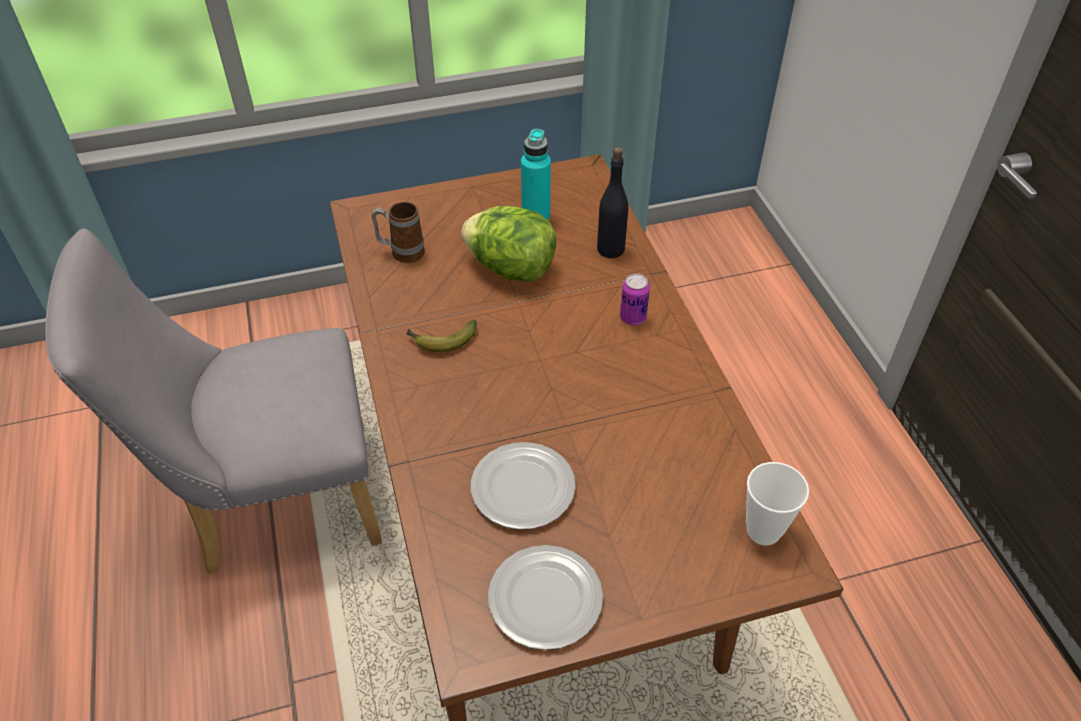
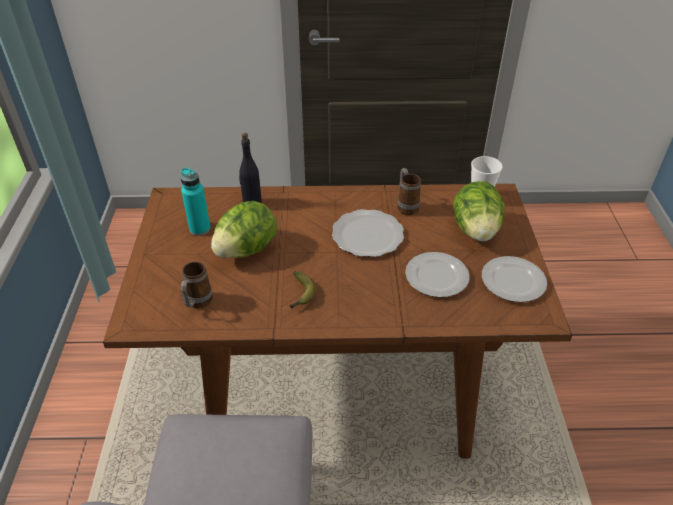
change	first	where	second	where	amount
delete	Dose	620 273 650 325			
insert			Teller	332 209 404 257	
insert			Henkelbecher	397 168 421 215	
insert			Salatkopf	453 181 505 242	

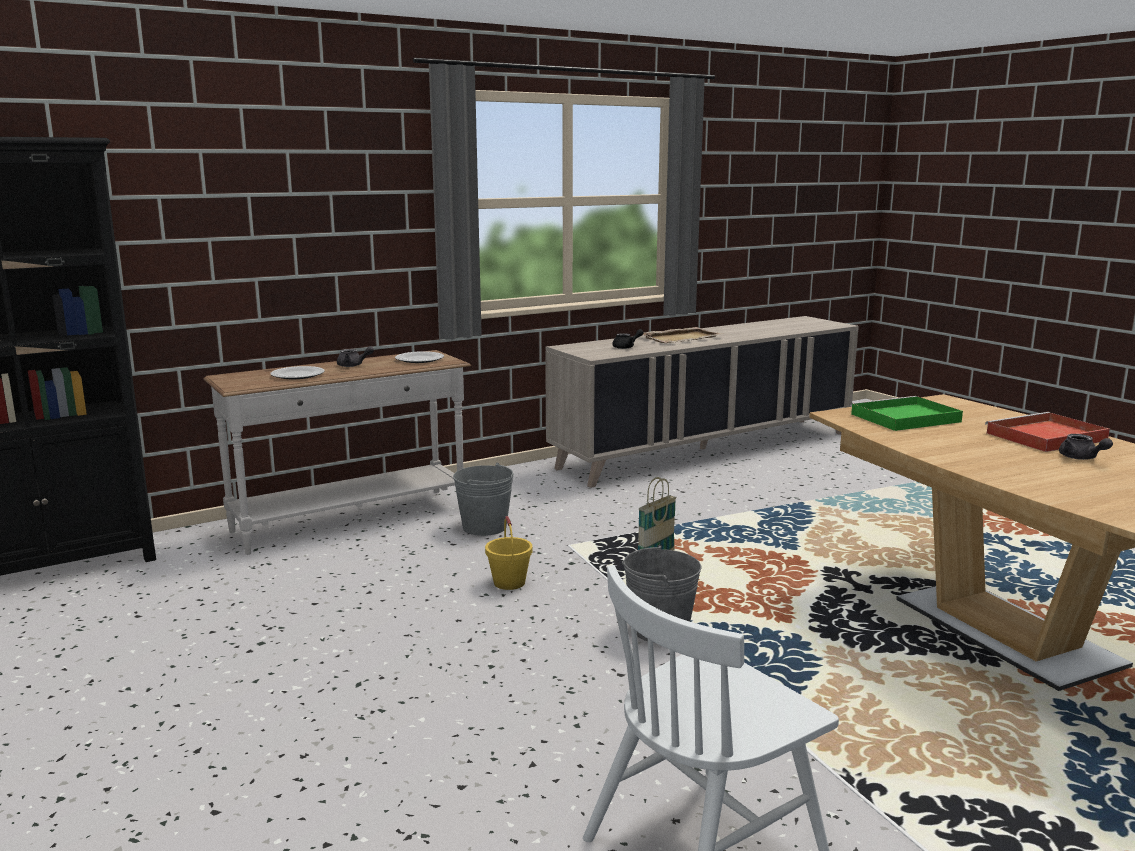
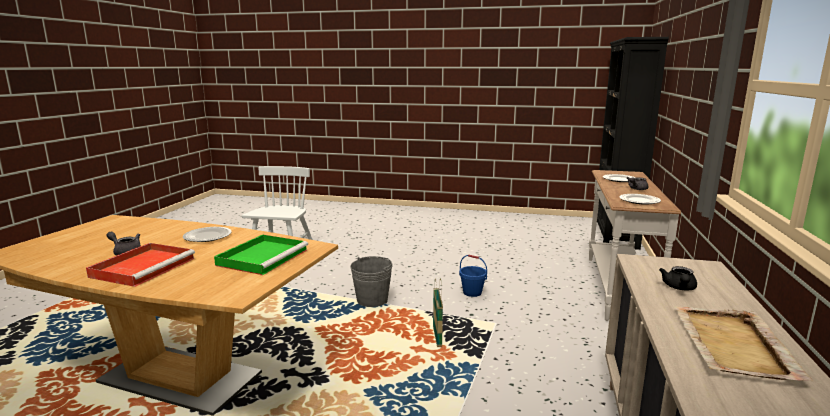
change	first	where	second	where	amount
delete	Eimer (grau)	453 463 514 536			
insert			Teller	183 227 232 242	
recolor	Eimer (gelb)	485 516 533 590	Eimer (blau)	459 255 487 297	

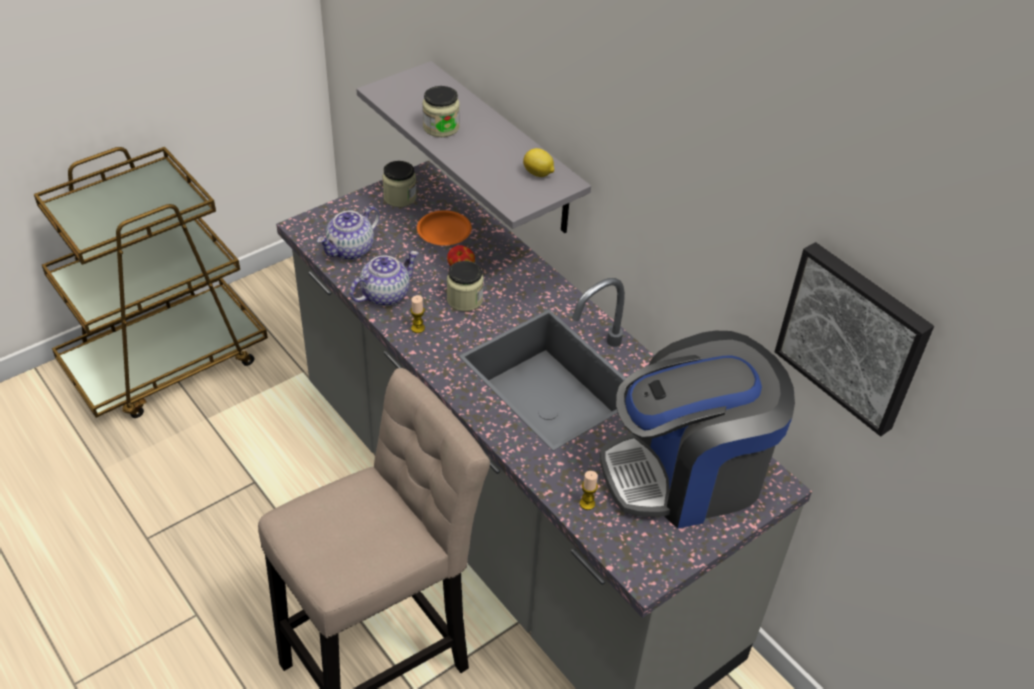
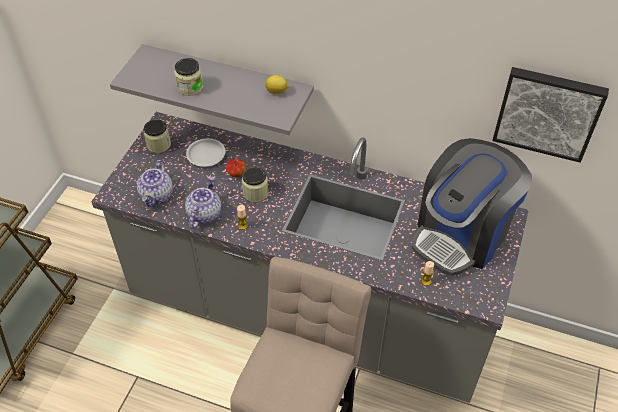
change	first	where	second	where	amount
recolor	Teller (orange)	417 210 472 246	Teller (weiß)	186 138 225 167	

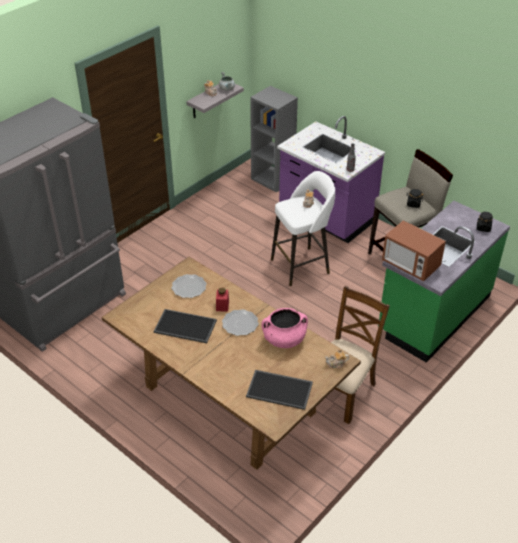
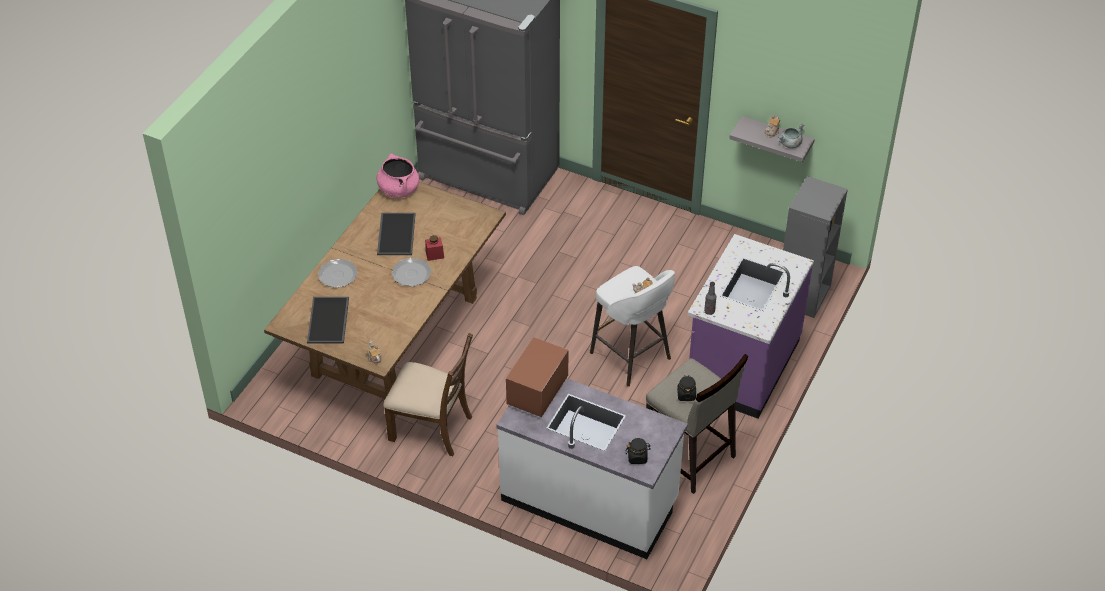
change	first	where	second	where	amount
move	Teller	172 274 207 298		318 259 358 288	
move	Kochtopf (rosa)	261 308 308 348		377 153 419 198	
recolor	Küchenzeile (grün)	378 201 510 363	Küchenzeile (weiß)	497 378 688 559	

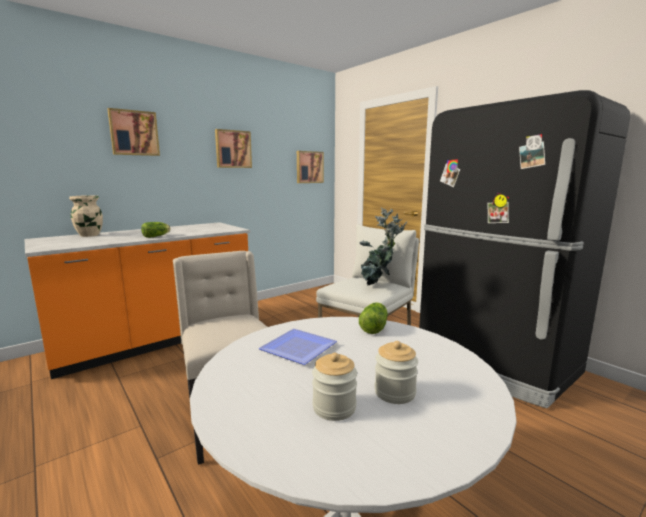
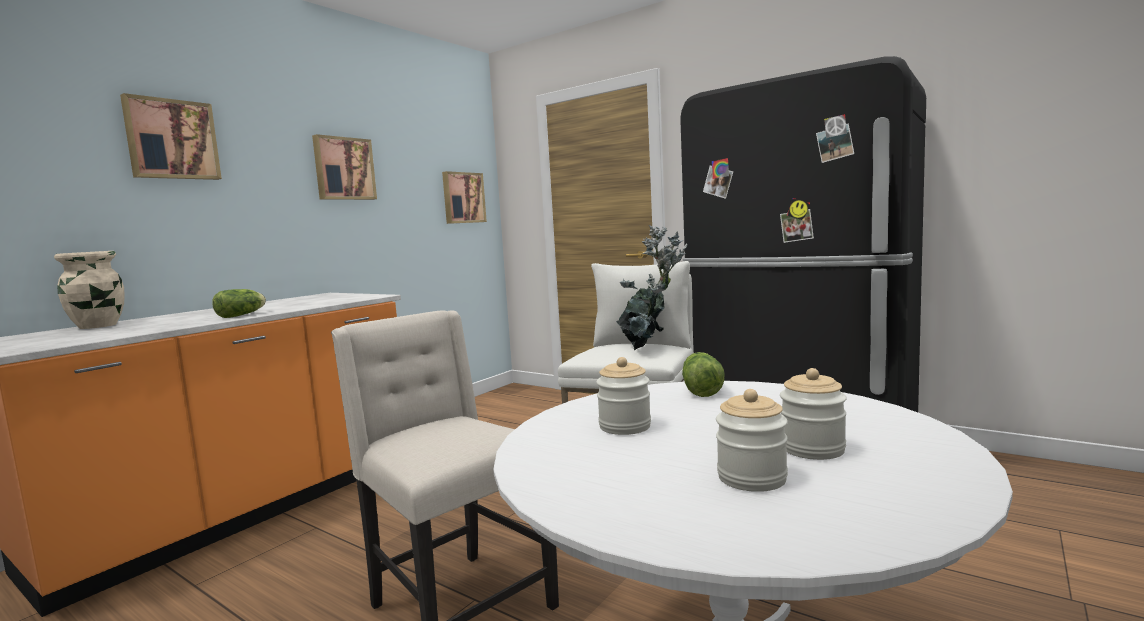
change	first	where	second	where	amount
replace	Teller	258 329 337 365	Vorratsglas	596 357 651 435	

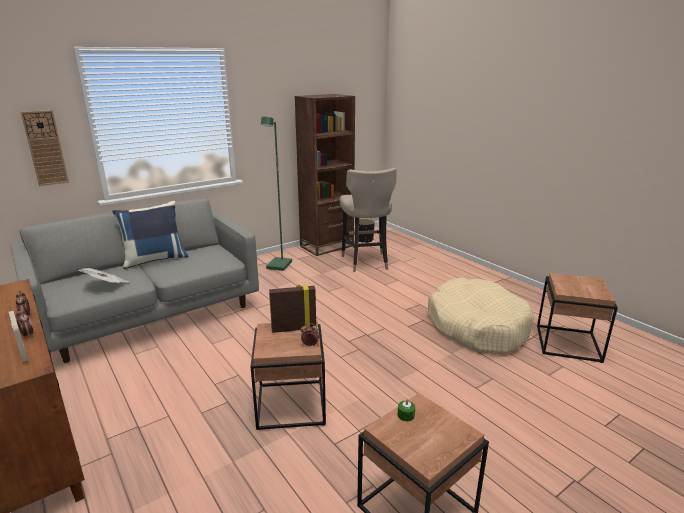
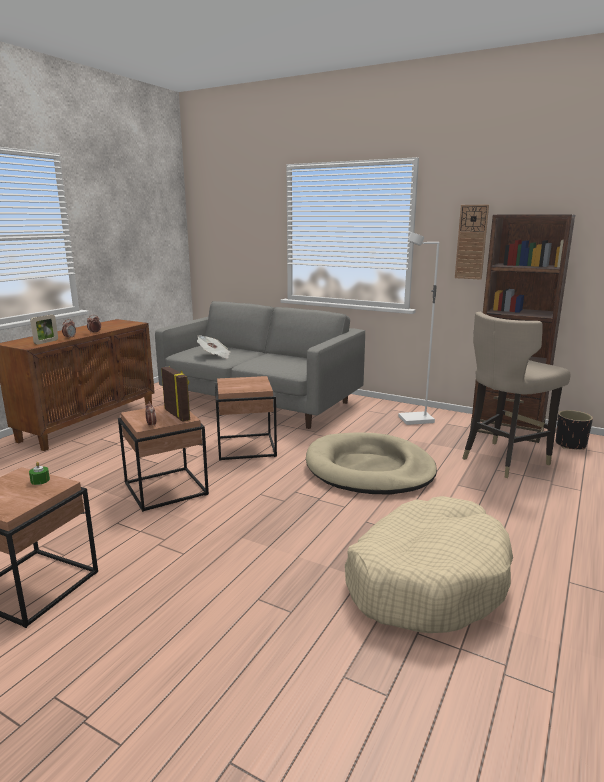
change	first	where	second	where	amount
delete	Kissen (blau)	112 201 188 269			
insert			Hundebett (beige)	306 432 437 495	
move	Wanduhr	21 110 69 186		455 205 489 280	
move	Beistelltisch (braun)	537 273 618 363		215 376 277 461	
recolor	Stehlampe (grün)	261 117 292 271	Stehlampe (weiß)	398 232 439 425	

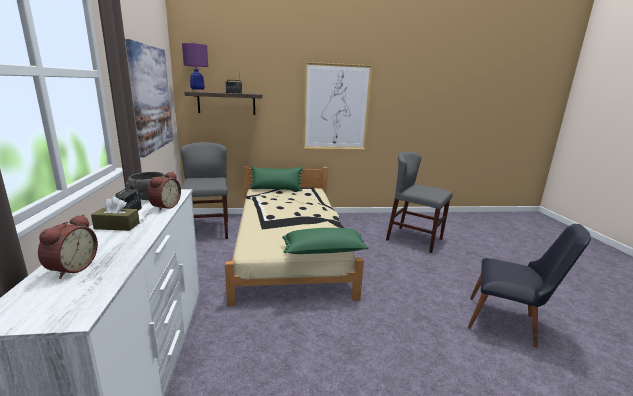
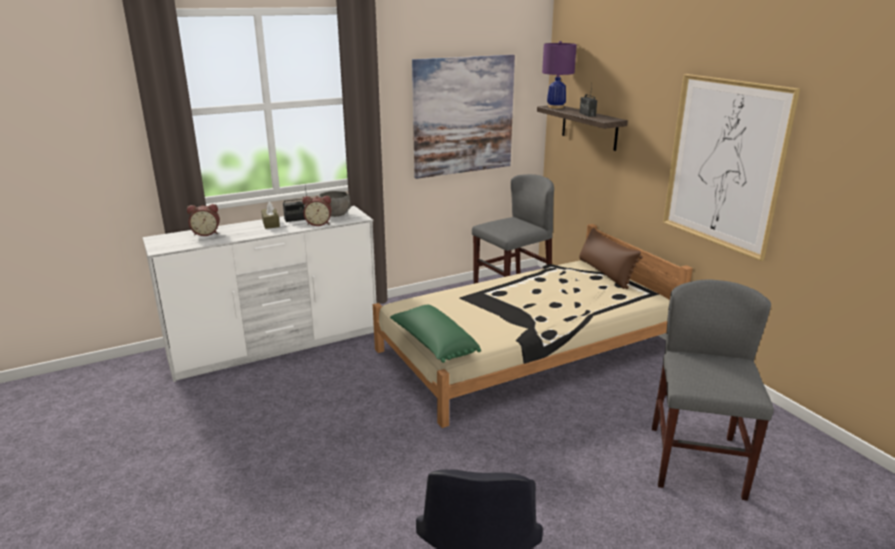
change	first	where	second	where	amount
recolor	Kissen (grün)	249 166 304 191	Kissen (braun)	579 227 643 289	

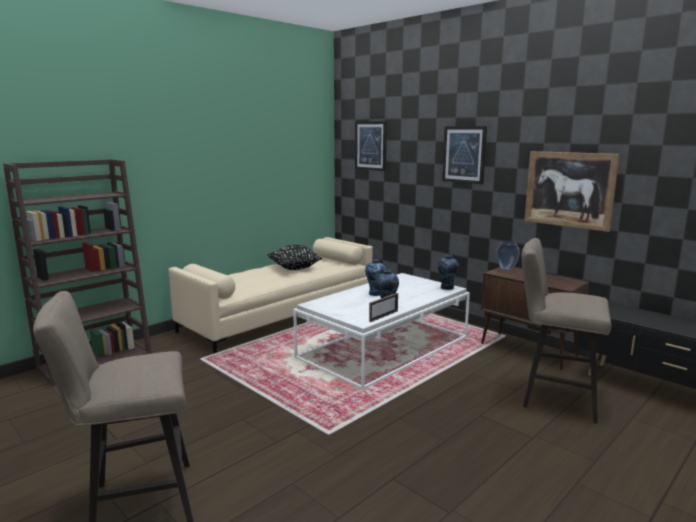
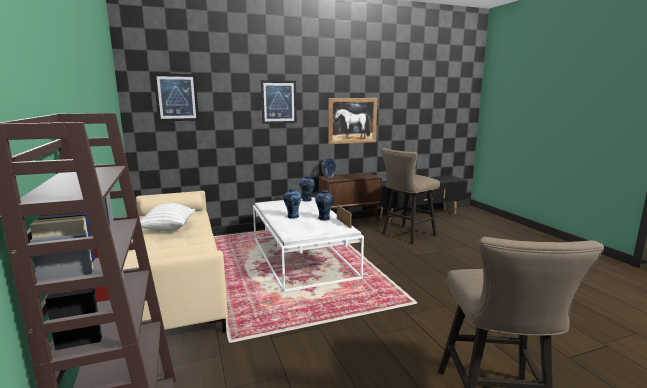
change	first	where	second	where	amount
recolor	Kissen (schwarz)	267 245 322 270	Kissen (weiß)	140 203 195 231	

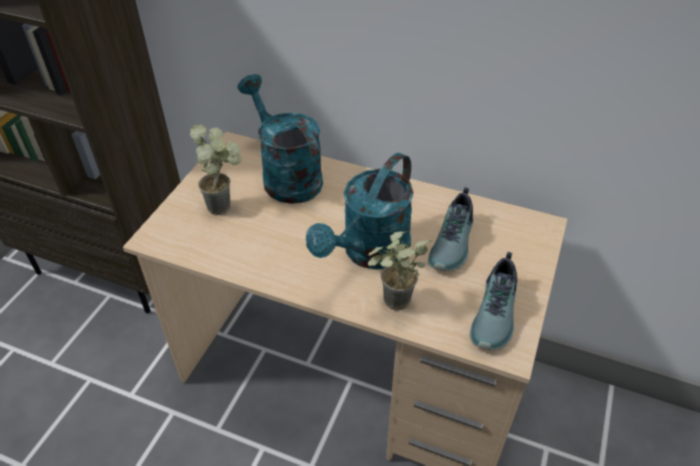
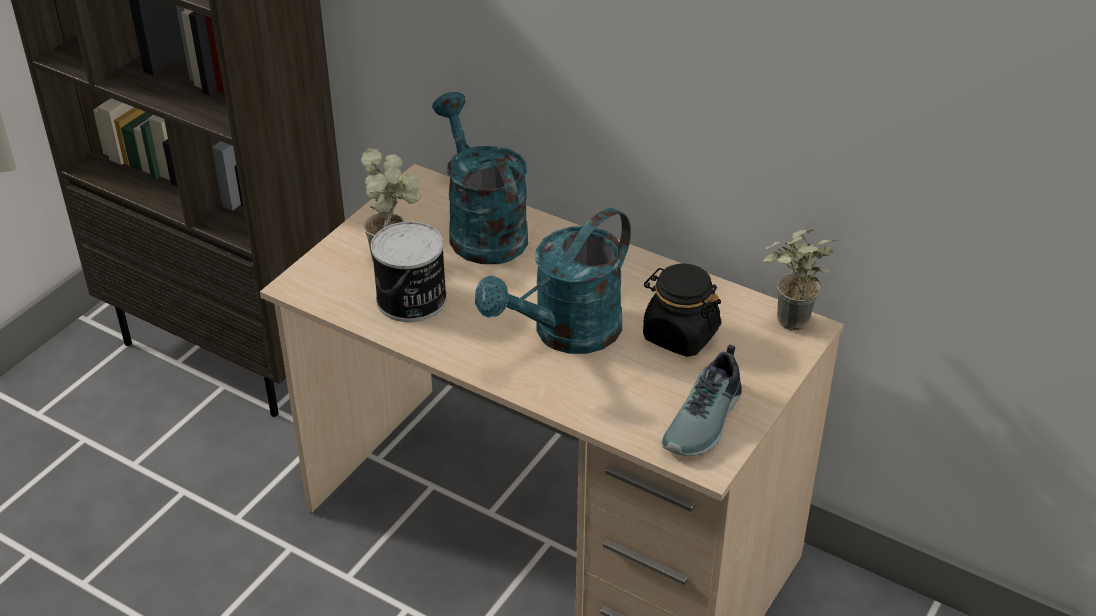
change	first	where	second	where	amount
insert			Dose	371 222 447 322	
move	Topfpflanze	367 231 433 311		763 230 840 331	
replace	Schuh	428 187 473 271	Vorratsglas (schwarz)	643 263 722 357	

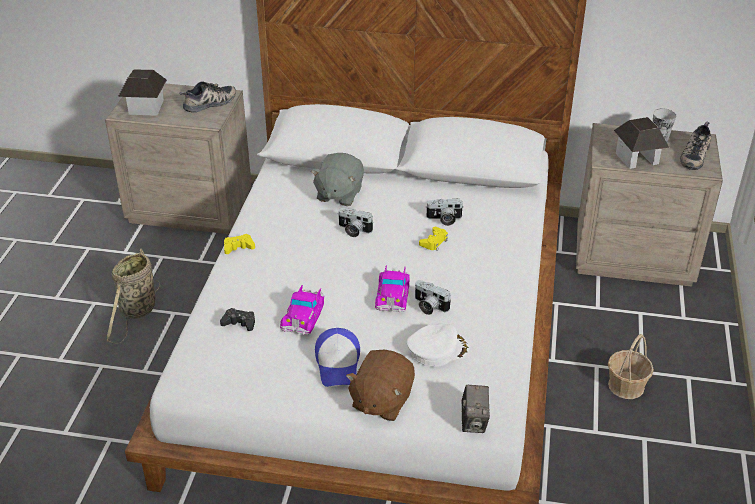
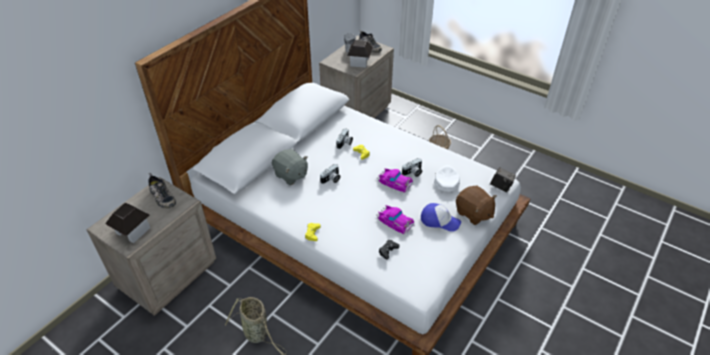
change	first	where	second	where	amount
rotate	Schuh	179 81 236 112		148 173 176 209	150 degrees clockwise

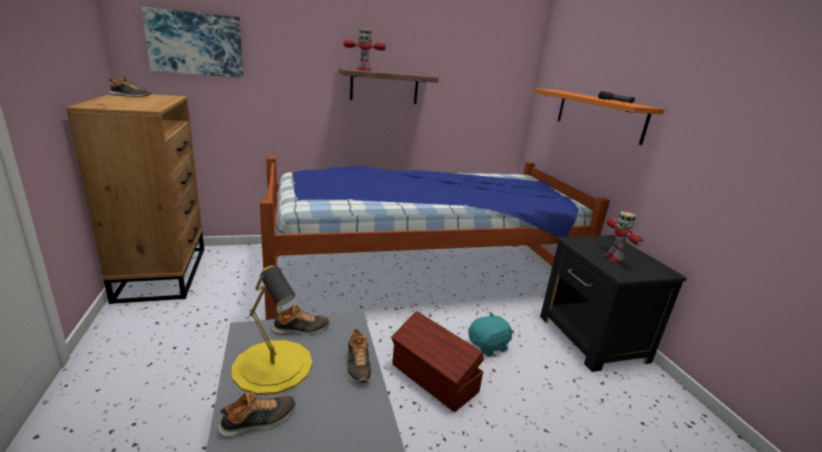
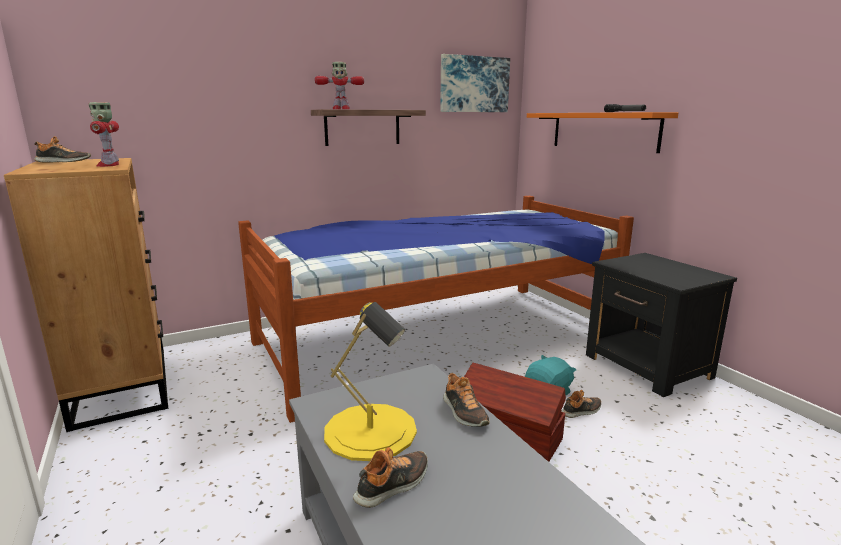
change	first	where	second	where	amount
move	Bild	141 7 243 78		440 54 510 112	
move	Schuh	272 305 330 335		561 390 601 418	
move	Spielzeugroboter	604 211 643 262		89 102 119 167	

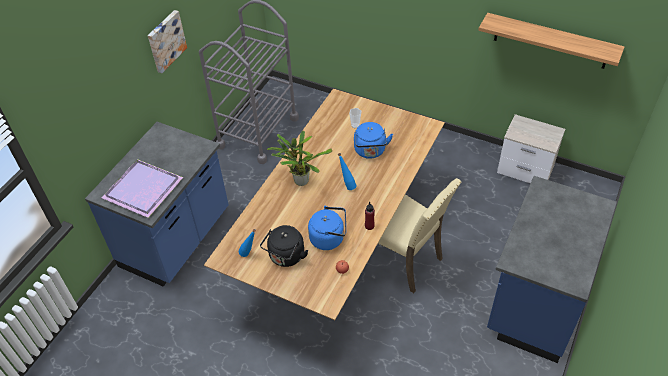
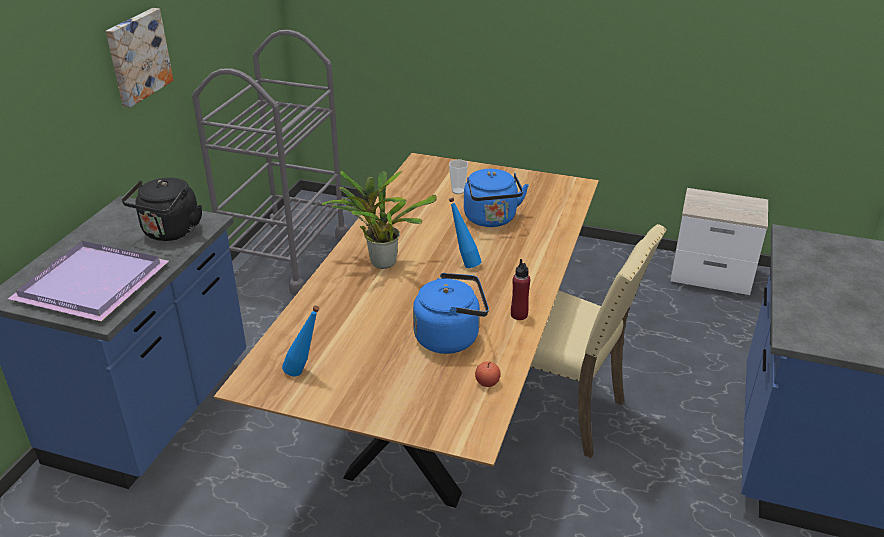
change	first	where	second	where	amount
delete	Wandregal	478 13 625 69			
move	Wasserkessel (schwarz)	260 225 308 267		121 178 202 241	

